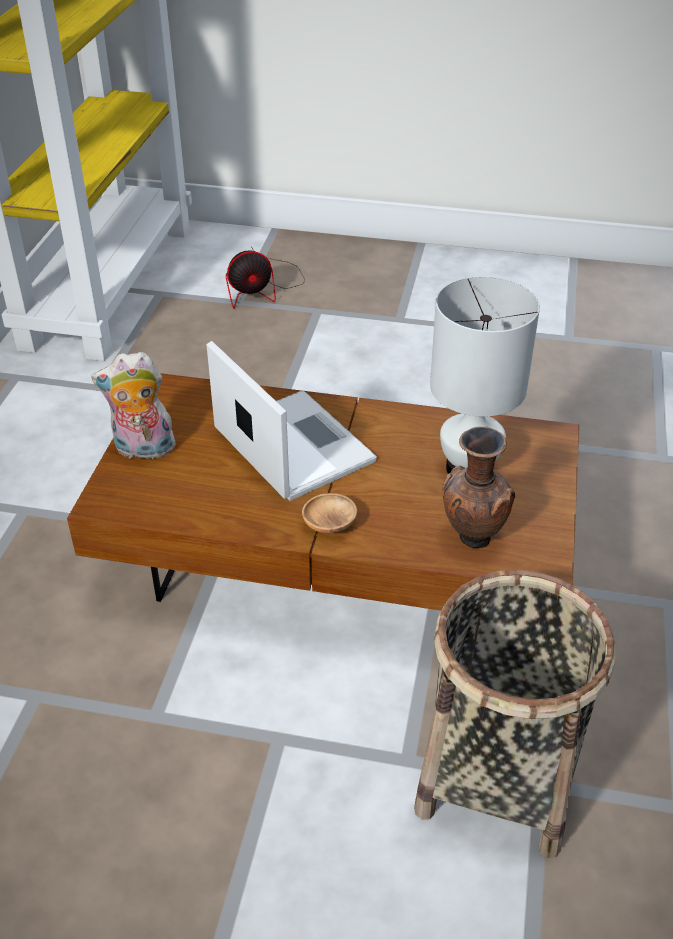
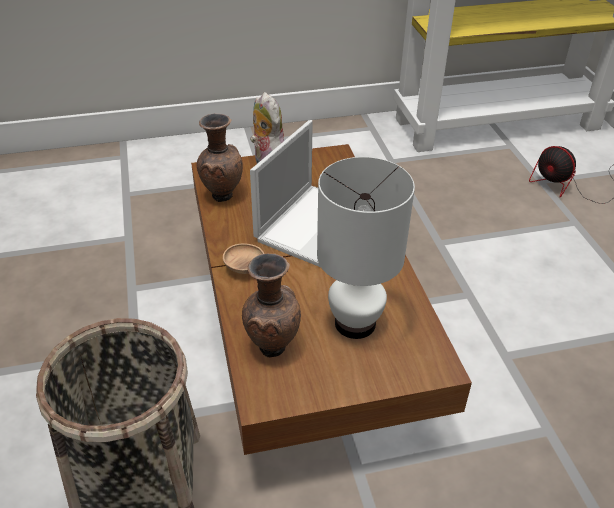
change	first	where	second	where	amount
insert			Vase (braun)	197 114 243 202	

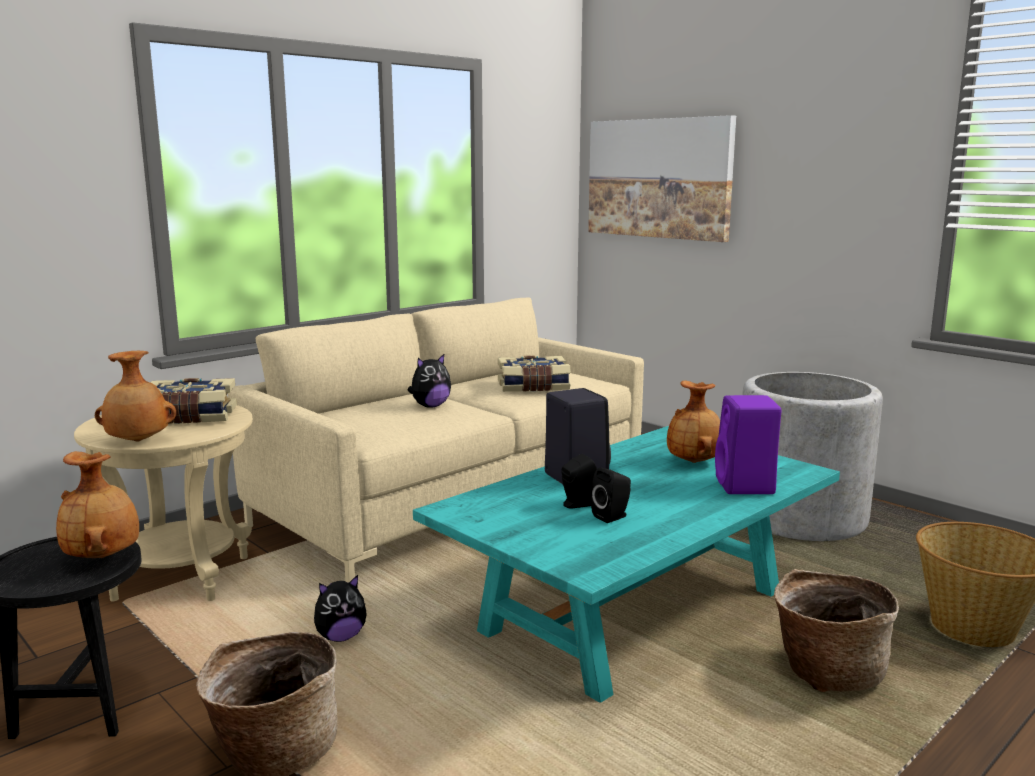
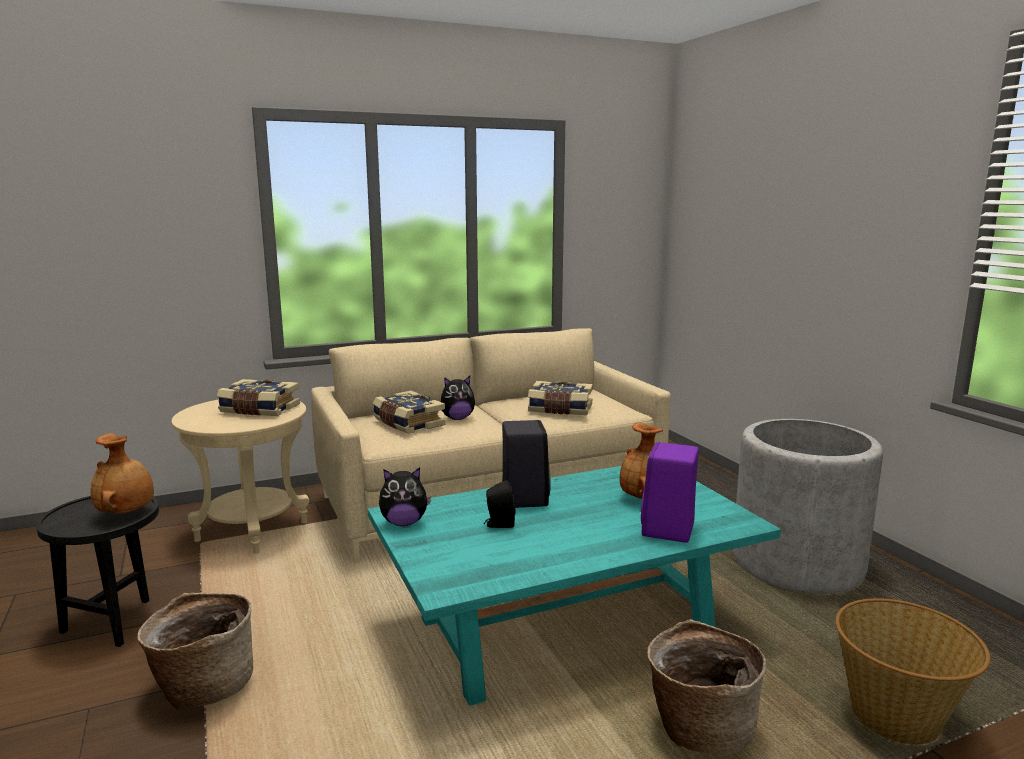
change	first	where	second	where	amount
delete	Vase (braun)	95 351 176 442			
delete	Bild	588 115 736 242			
delete	Lautsprecher (schwarz)	591 468 631 523			
insert			Buch	373 391 445 434	
move	Plüschtier	314 575 367 642		379 468 431 526	

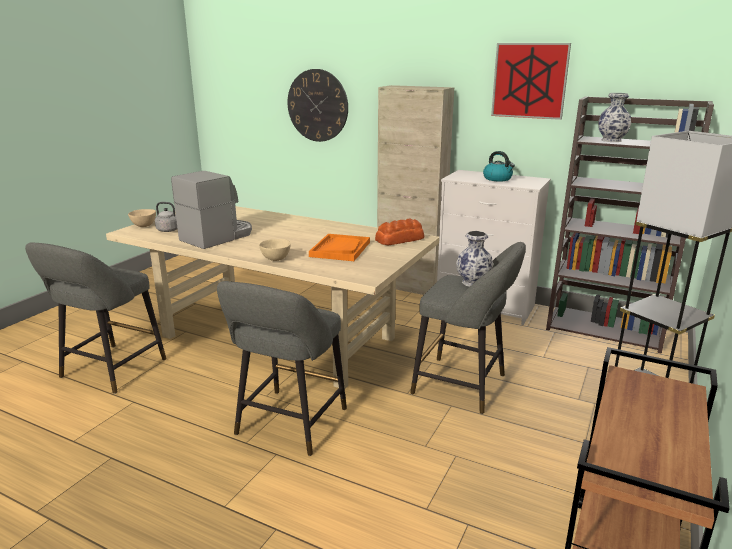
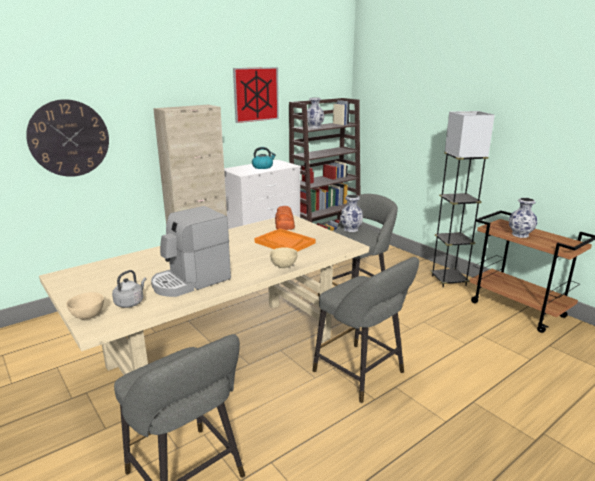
change	first	where	second	where	amount
insert			Vase	509 198 537 238	
rotate	Kaffeemaschine	171 171 252 249		151 206 231 297	105 degrees counterclockwise

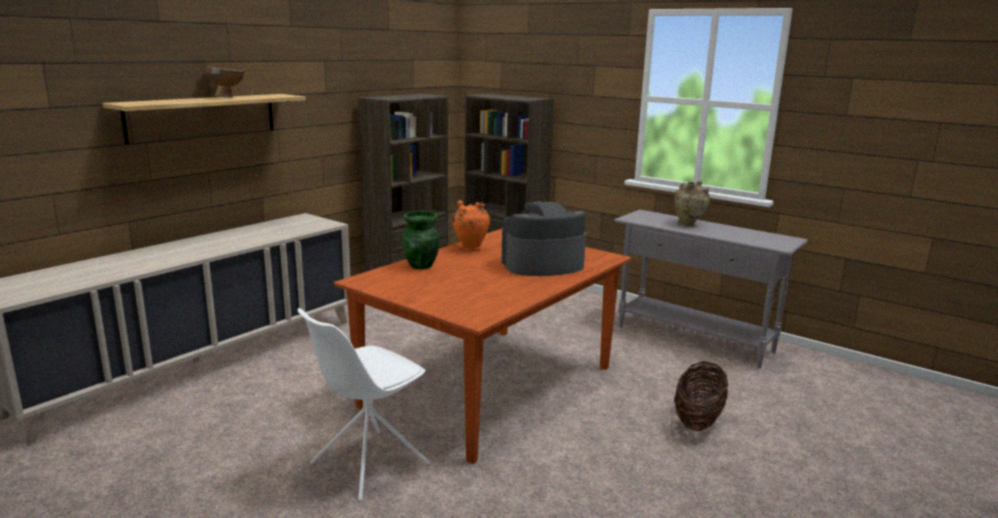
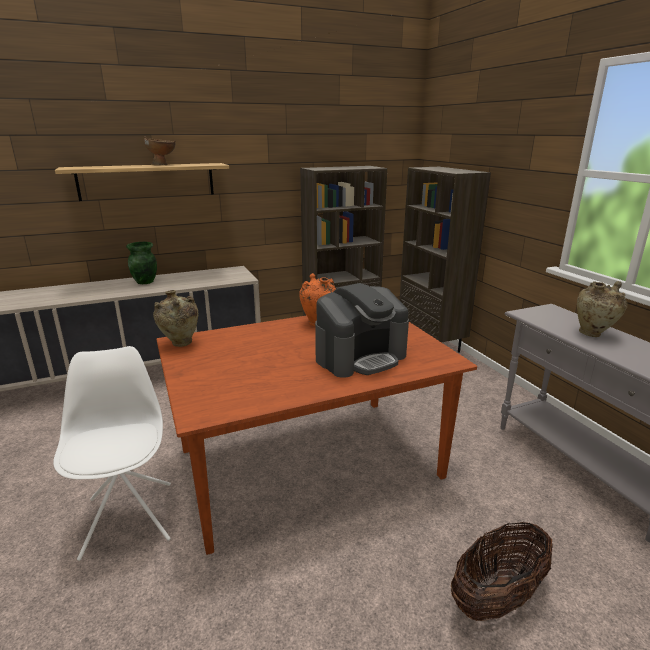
change	first	where	second	where	amount
insert			Vase (beige)	153 290 198 347	
move	Vase (grün)	402 211 440 269		126 242 157 284	
rotate	Stuhl (weiß)	298 308 430 501		53 346 171 561	90 degrees clockwise
rotate	Kaffeemaschine	501 201 586 276		315 283 409 378	135 degrees clockwise

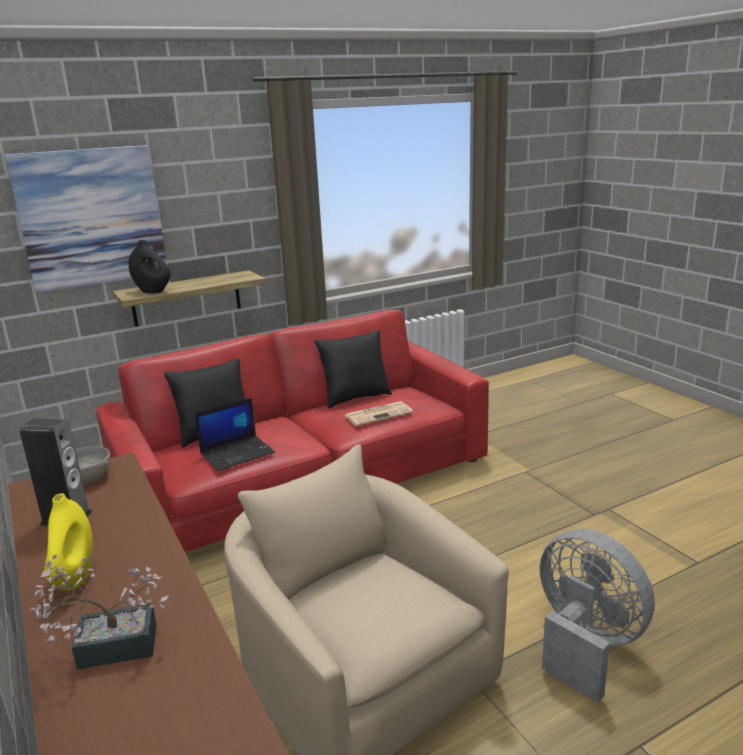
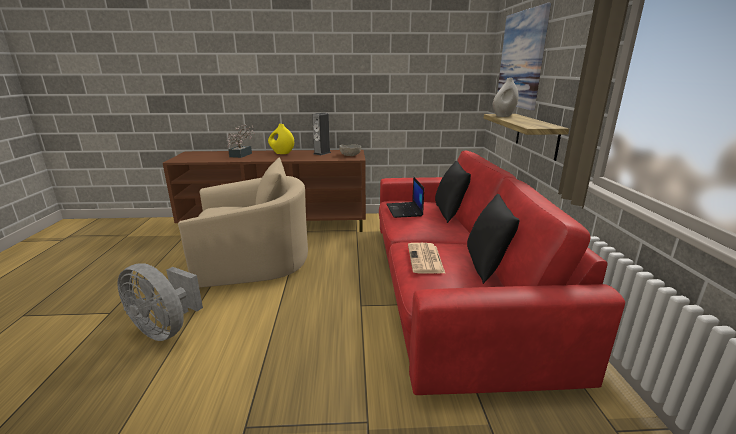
change	first	where	second	where	amount
recolor	Vase (schwarz)	128 240 171 294	Vase (weiß)	493 78 519 117	
rotate	Ventilator (grau)	540 529 655 703		117 263 203 341	45 degrees clockwise

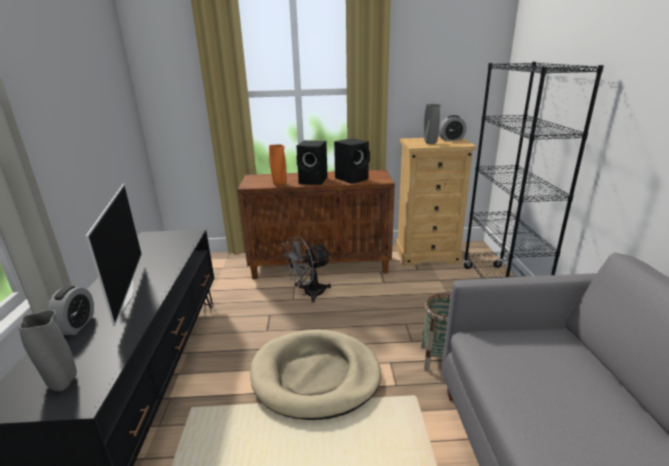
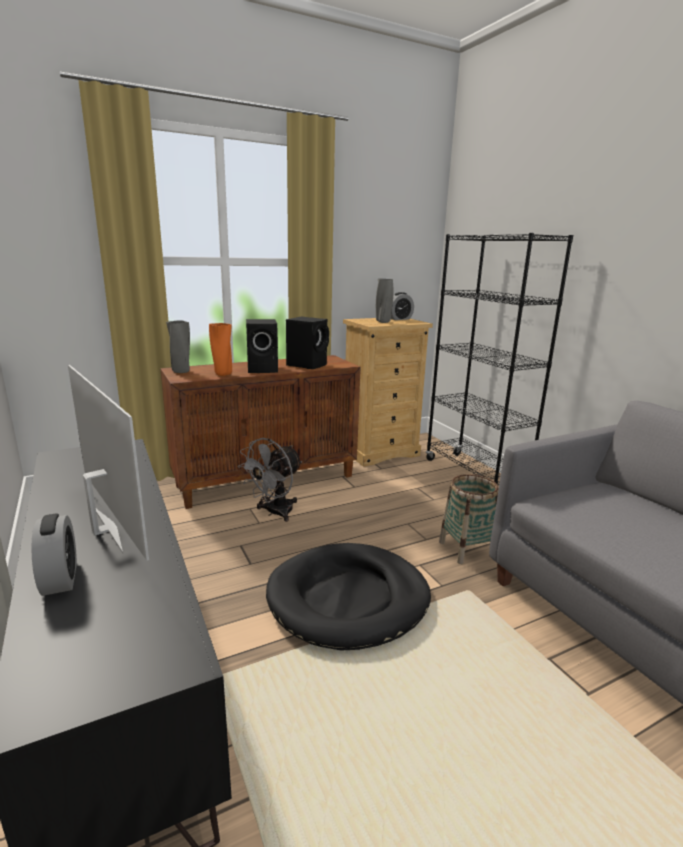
change	first	where	second	where	amount
move	Vase (grau)	19 310 77 391		166 320 190 373	
recolor	Hundebett (beige)	250 329 381 420	Hundebett (schwarz)	266 543 431 650	

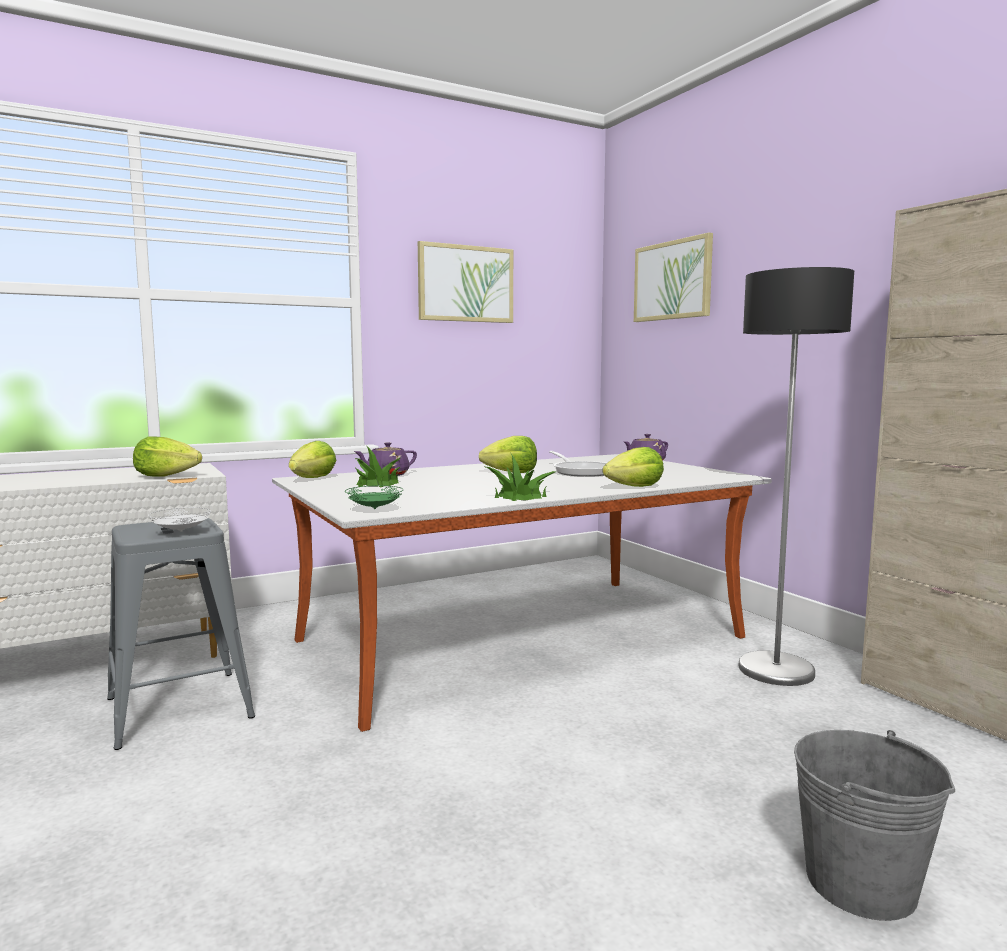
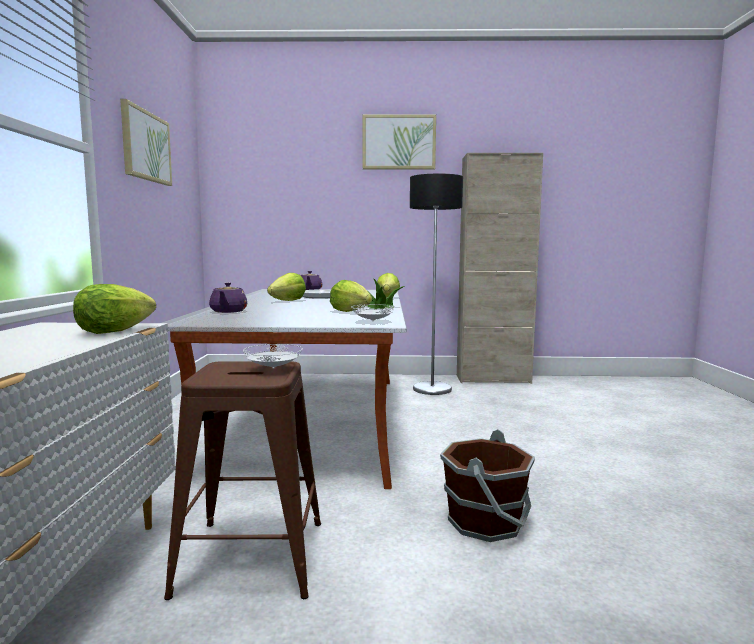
change	first	where	second	where	amount
delete	Topfpflanze	354 445 400 487			
delete	Eimer (grau)	794 730 955 921			
insert			Eimer (braun)	440 429 535 542	
move	Salatkopf	289 441 336 478		330 280 372 312	
move	Bild	634 232 713 322		363 114 436 169	
recolor	Hocker (grau)	107 518 255 750	Hocker (braun)	164 361 321 600	
recolor	Teller (grün)	345 485 403 509	Teller (weiß)	351 304 395 322	

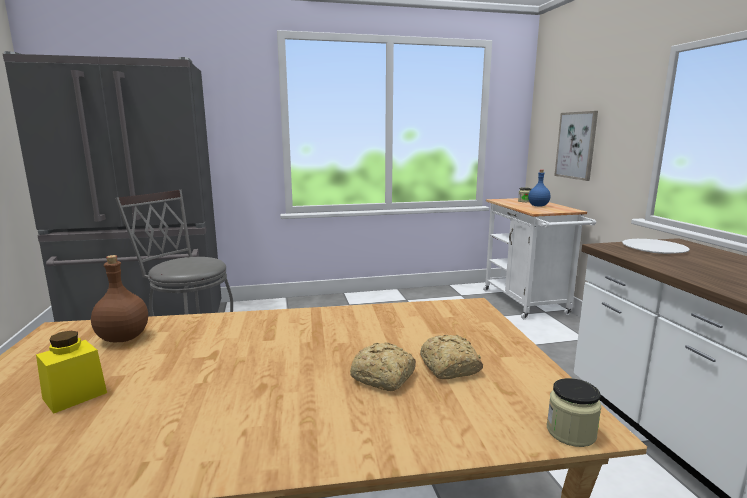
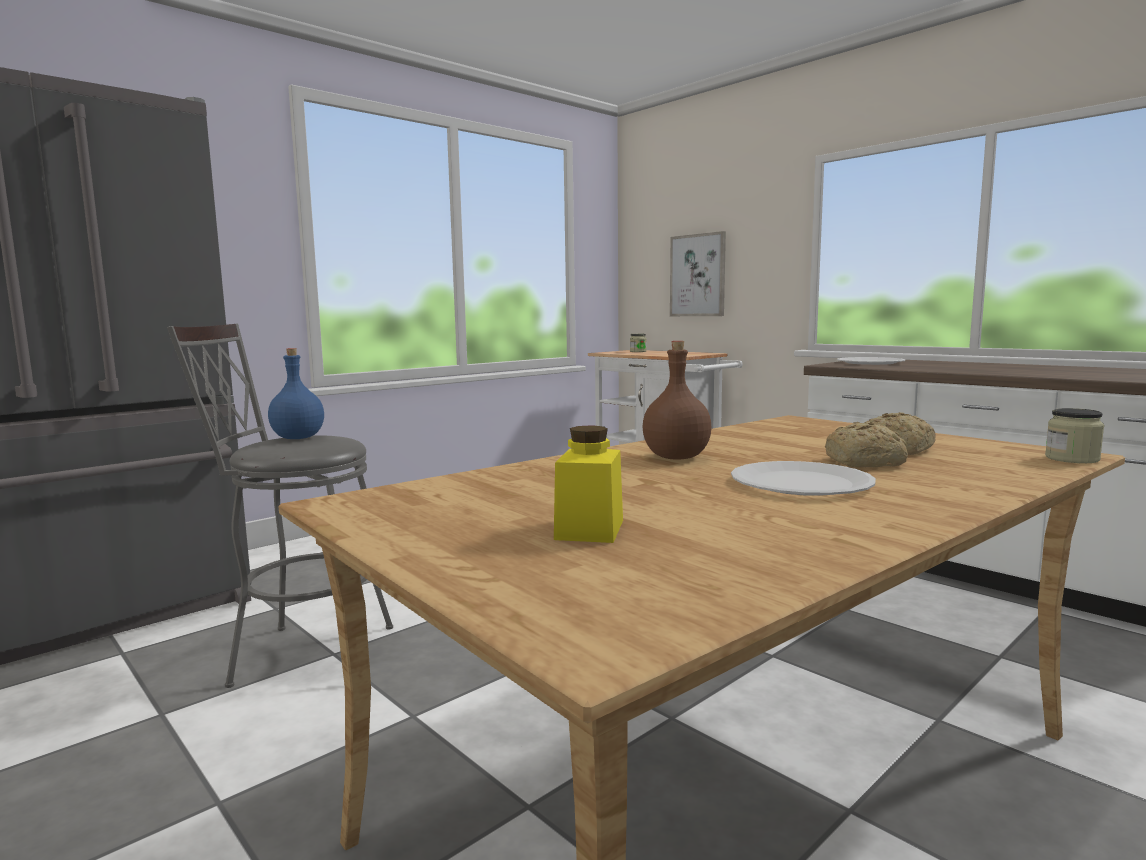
change	first	where	second	where	amount
insert			Teller (weiß)	731 461 876 496	
move	Flasche (braun)	91 255 148 342		642 341 711 460	
move	Flasche (blau)	528 170 551 207		268 348 324 439	

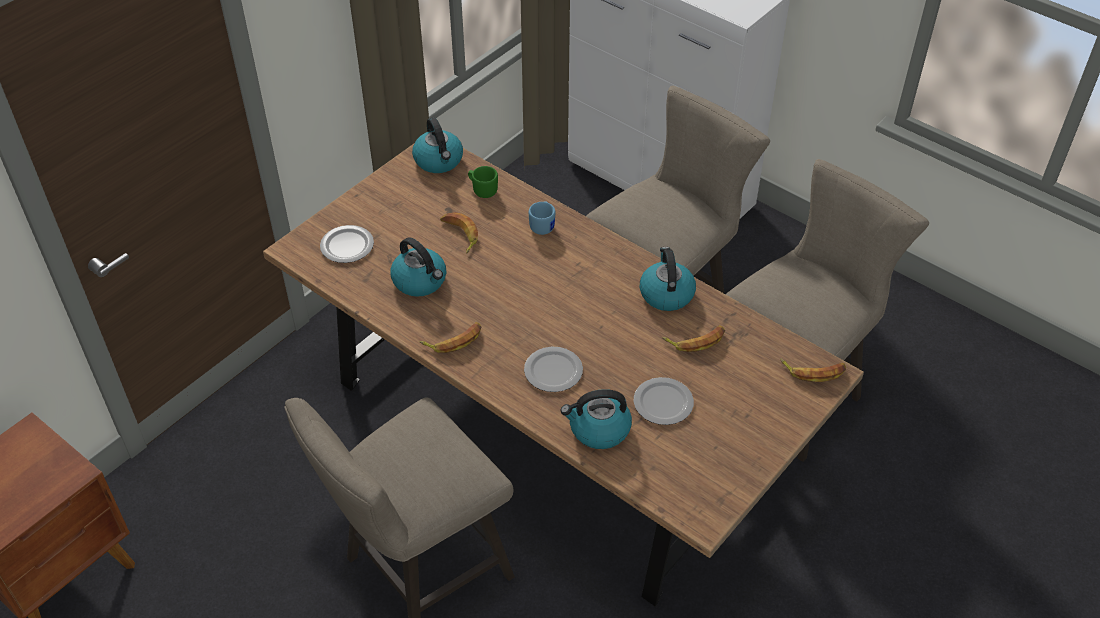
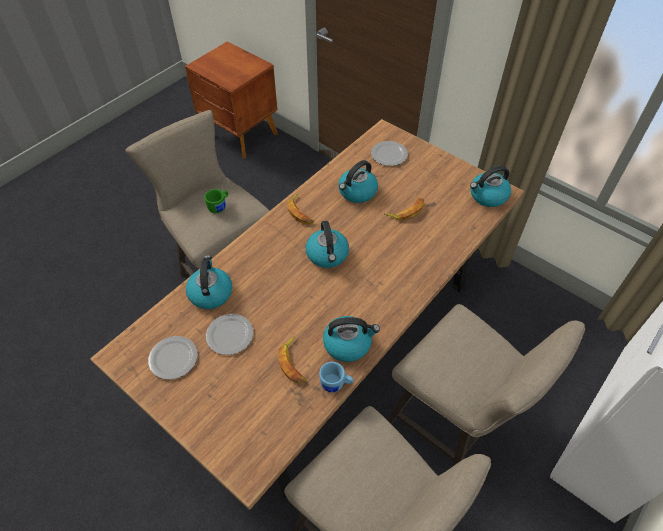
change	first	where	second	where	amount
delete	Banane	780 359 846 382			
insert			Wasserkessel	306 221 349 268	
move	Henkelbecher (grün)	468 166 498 198		204 189 228 213	
move	Teller	524 347 583 392		148 336 198 380	
move	Henkelbecher (blau)	529 201 555 235		319 362 353 393	

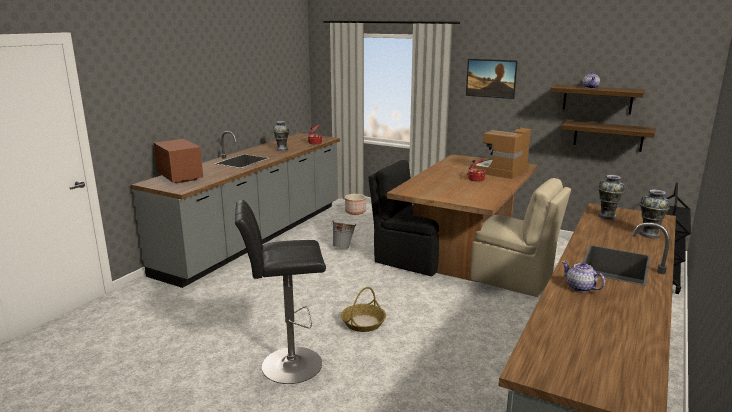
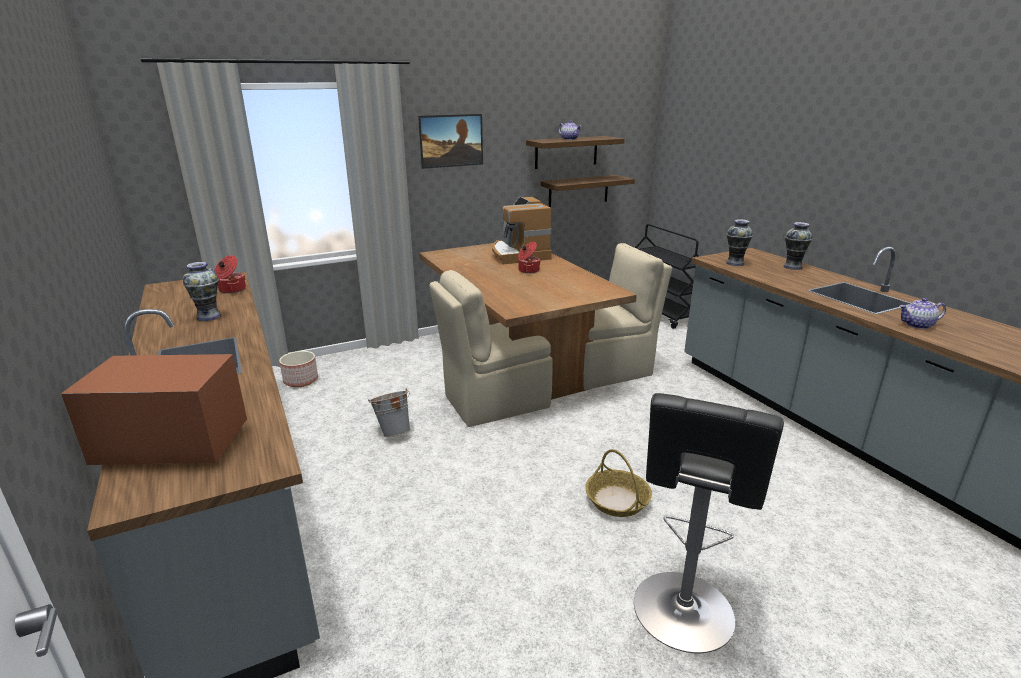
change	first	where	second	where	amount
recolor	Stuhl (schwarz)	368 160 439 276	Stuhl (beige)	429 270 552 427	

